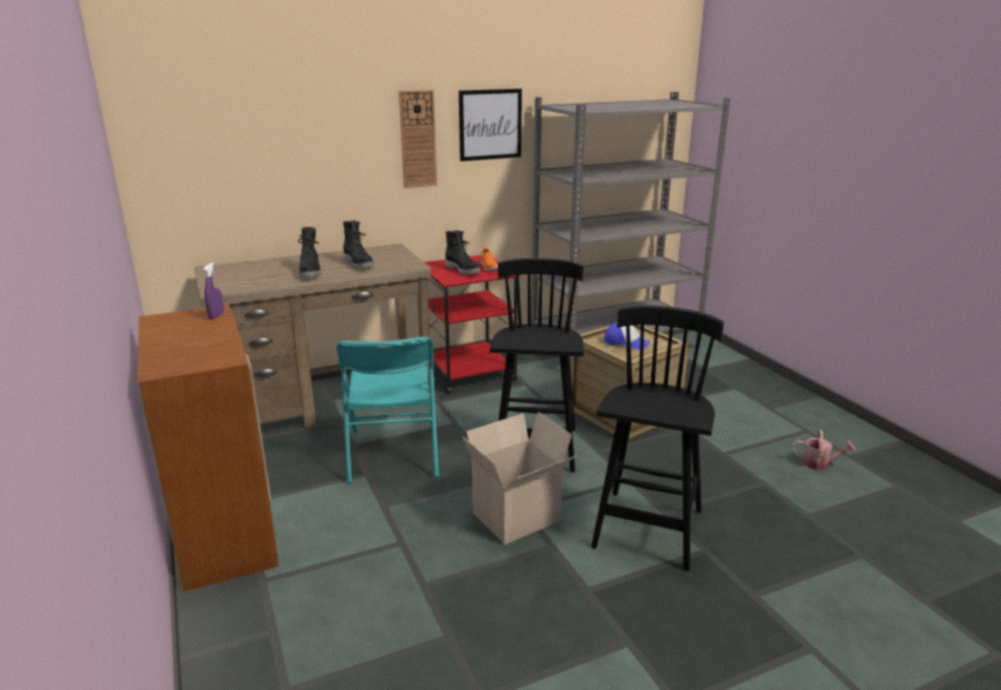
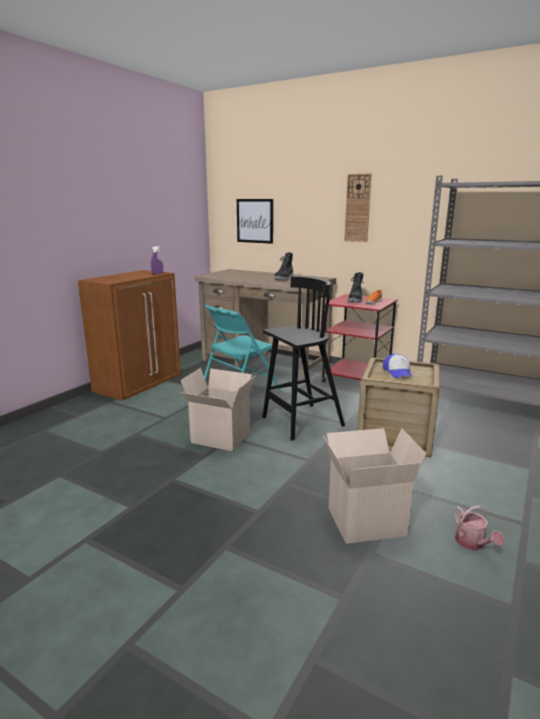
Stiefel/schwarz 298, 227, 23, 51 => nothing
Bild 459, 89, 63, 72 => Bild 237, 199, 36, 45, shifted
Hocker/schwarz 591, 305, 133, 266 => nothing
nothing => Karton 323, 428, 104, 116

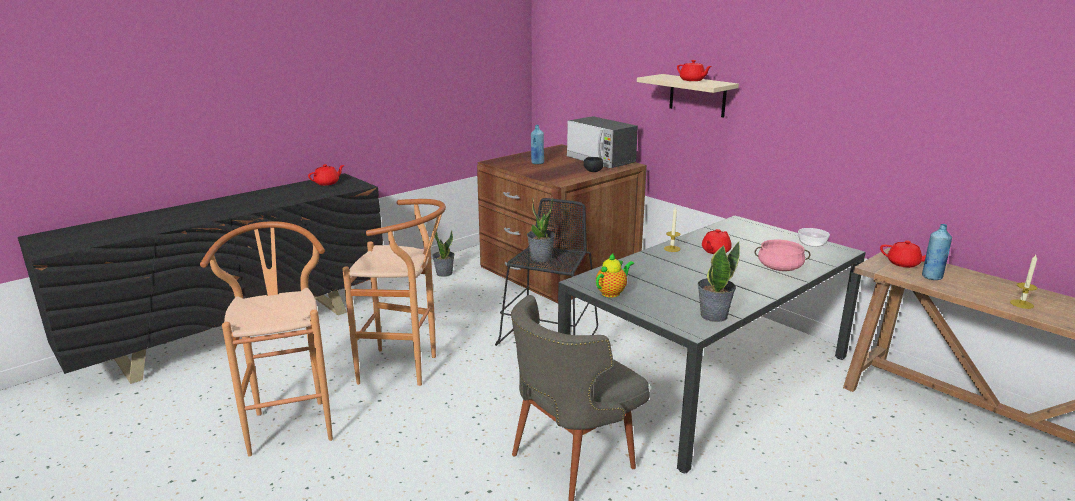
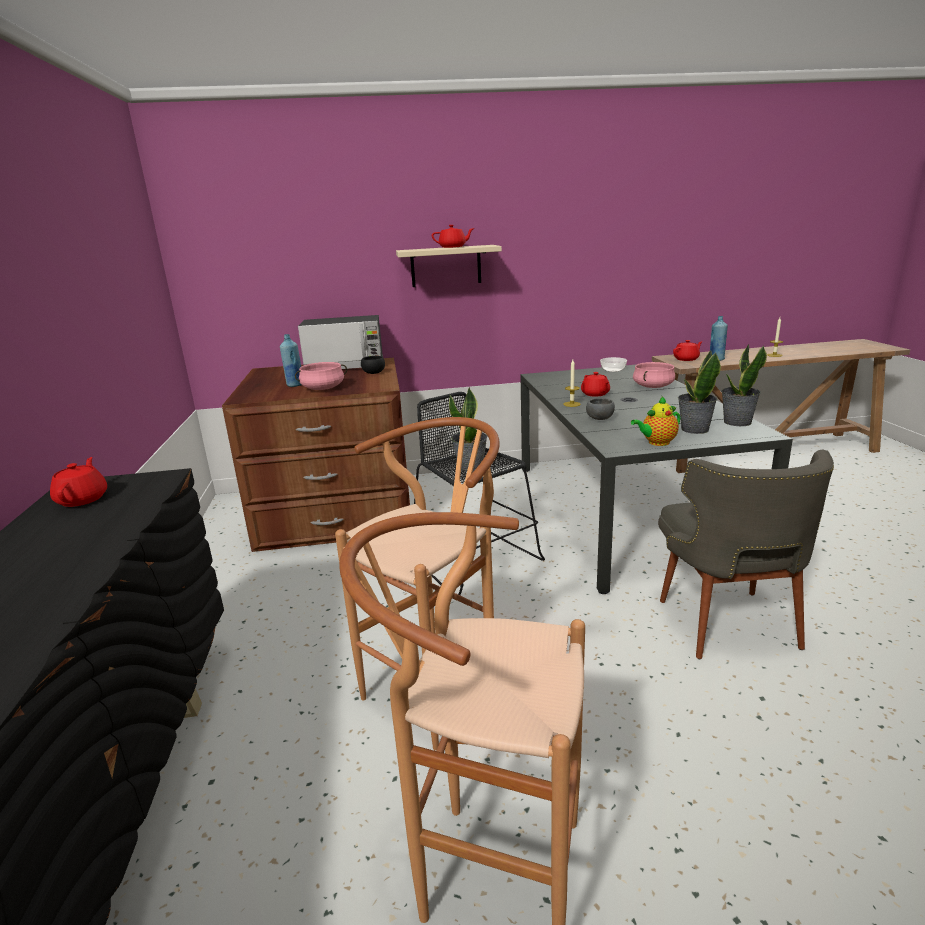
Topfpflanze 432, 231, 23, 46 => Topfpflanze 678, 350, 43, 84, shifted
Teekanne 596, 254, 38, 44 => Teekanne 631, 397, 49, 49, 105 degrees counterclockwise
nothing => Kochtopf/rosa 295, 362, 52, 28
nothing => Schüssel/grau 586, 398, 29, 22

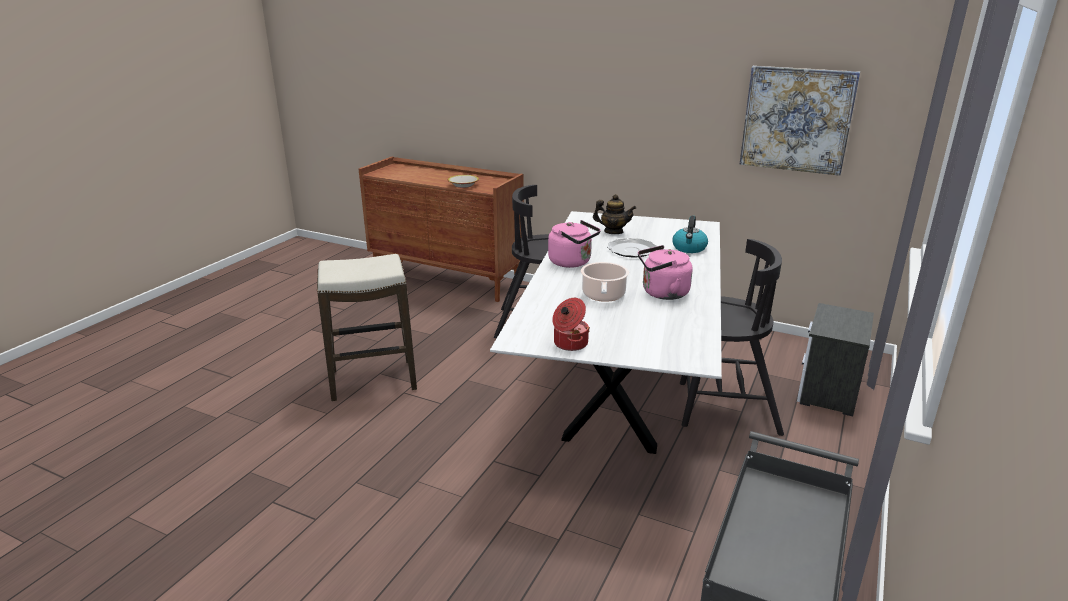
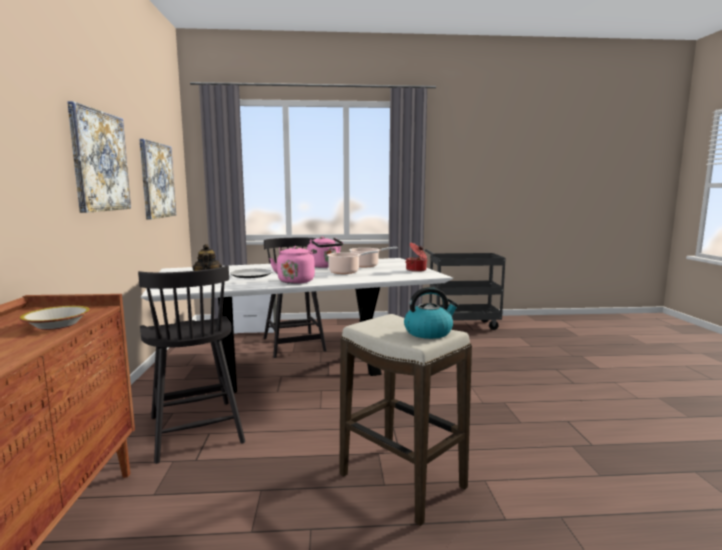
Wasserkessel 672, 216, 36, 37 => Wasserkessel 404, 287, 55, 52, shifted
nothing => Bild 67, 101, 64, 112
nothing => Kochtopf 349, 247, 49, 20

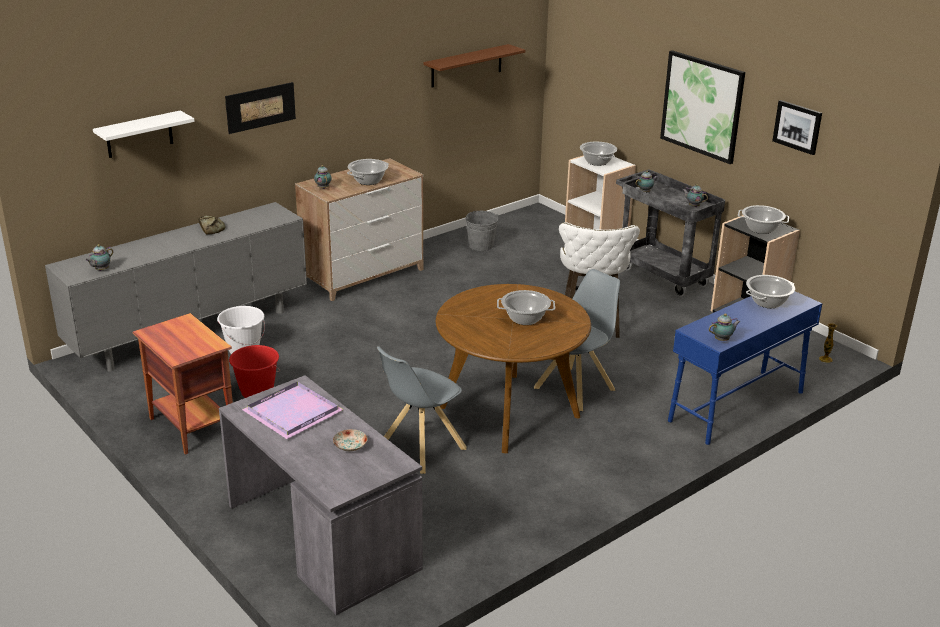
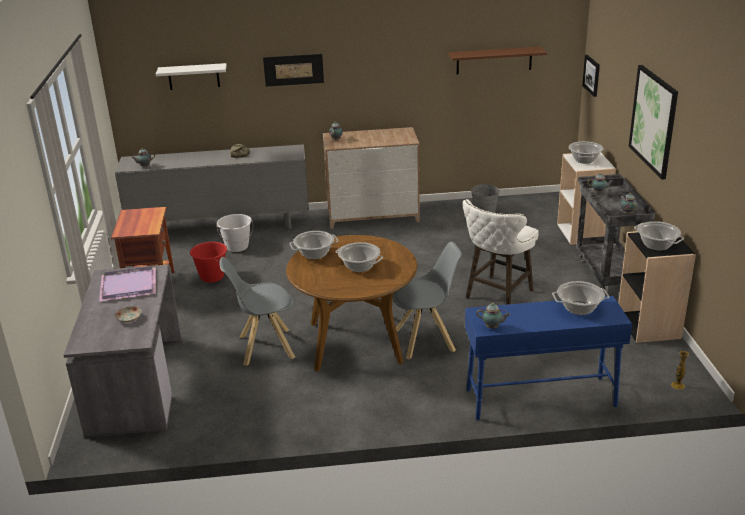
Kochtopf 347, 159, 42, 26 => Kochtopf 289, 231, 49, 29, shifted
Bild 772, 100, 50, 55 => Bild 582, 55, 18, 42, shifted

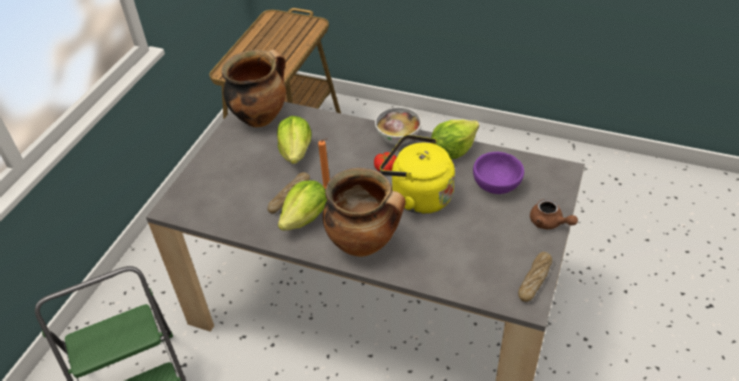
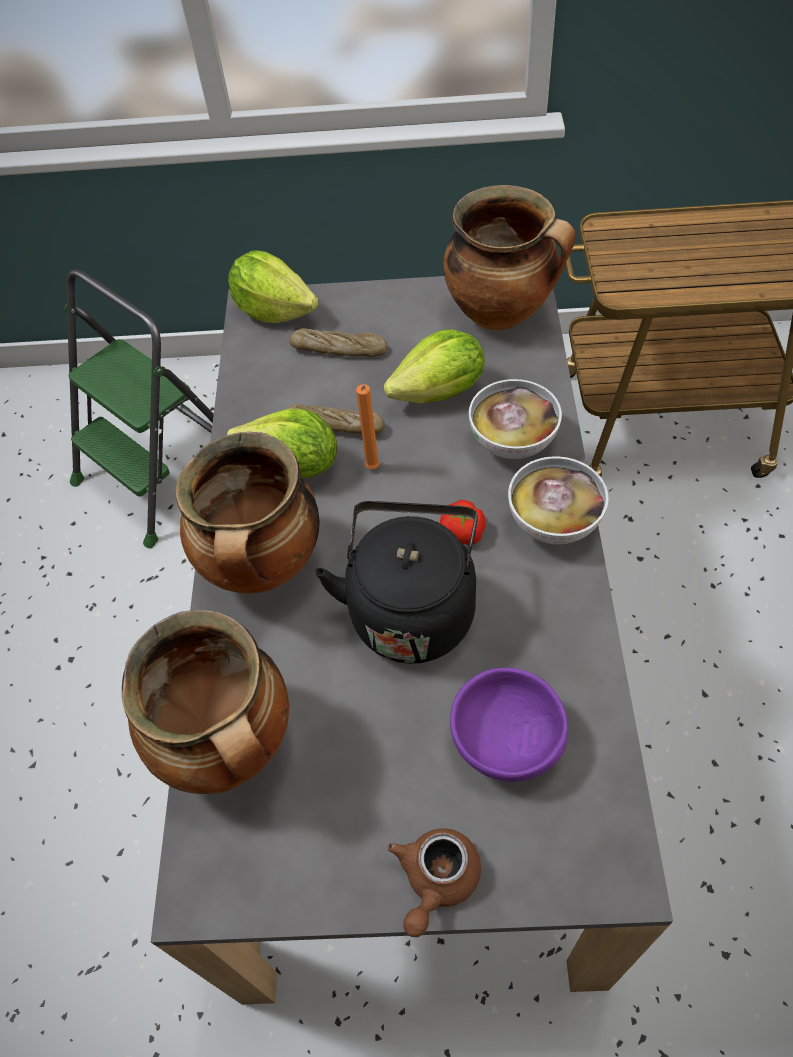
Wasserkessel/gelb 380, 135, 75, 79 => Wasserkessel/schwarz 315, 501, 163, 163
Salatkopf 431, 119, 48, 40 => Salatkopf 228, 251, 91, 72, shifted
Brot 518, 252, 34, 50 => Brot 289, 328, 98, 29, shifted
nothing => Kochtopf 122, 610, 167, 184
nothing => Schüssel 469, 379, 93, 80

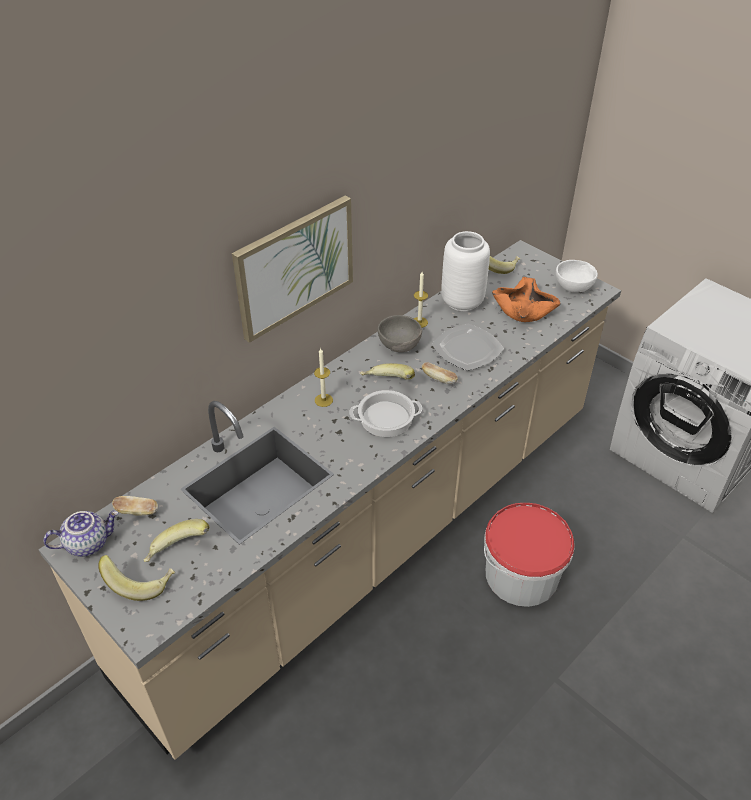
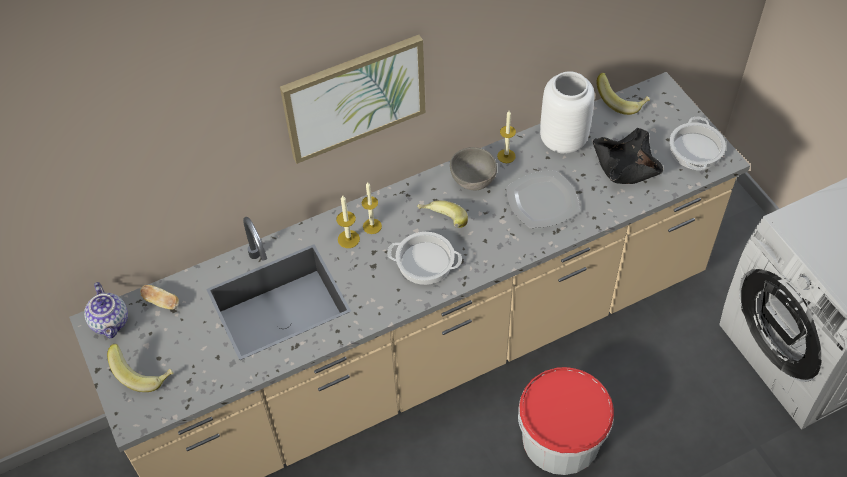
Teekanne 43, 511, 76, 46 => Teekanne 84, 282, 44, 56, 75 degrees clockwise
Banane 143, 519, 66, 43 => nothing
Brot 422, 362, 36, 22 => nothing
Schüssel/orange 492, 277, 69, 45 => Schüssel/schwarz 593, 128, 70, 56
Schüssel/weiß 556, 260, 42, 33 => Kochtopf 670, 117, 56, 53
nothing => Kerze 336, 196, 24, 52

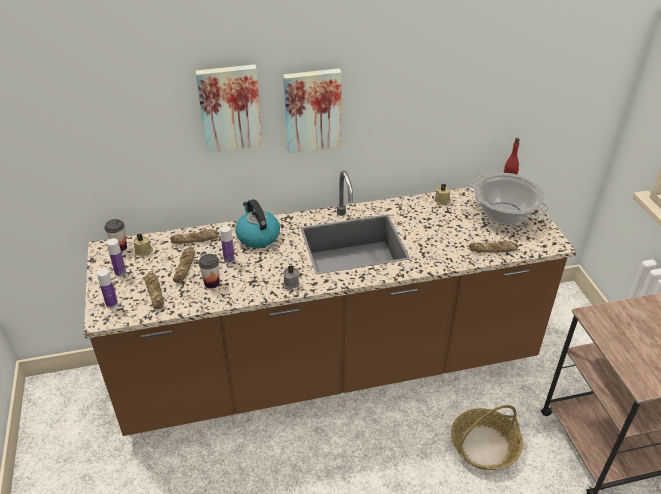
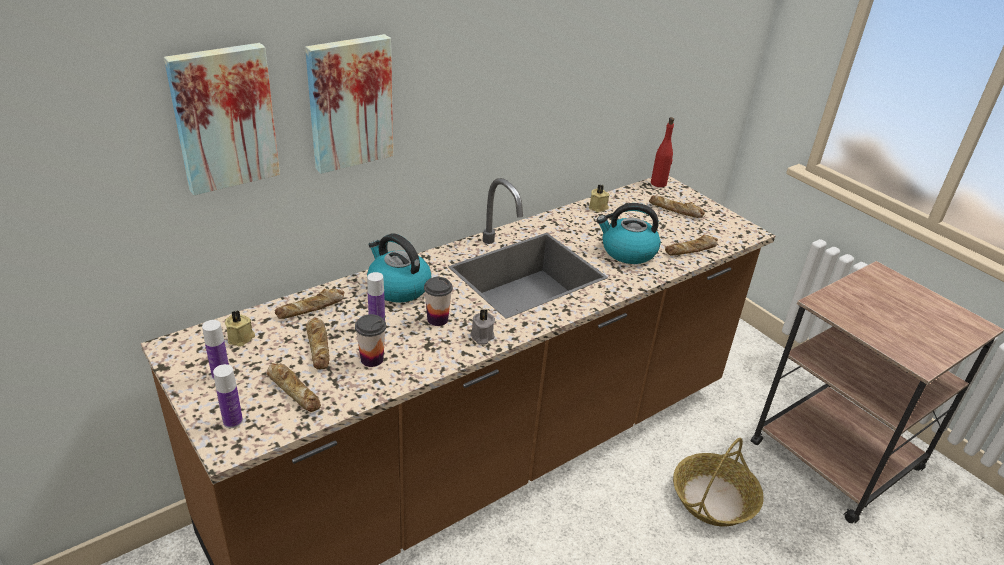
Tasse 104, 219, 23, 33 => Tasse 424, 277, 29, 49, shifted
Bild 283, 69, 59, 85 => Bild 164, 43, 116, 152, shifted
Kochtopf 469, 173, 80, 52 => Brot 649, 195, 56, 23
nothing => Wasserkessel 597, 203, 64, 61

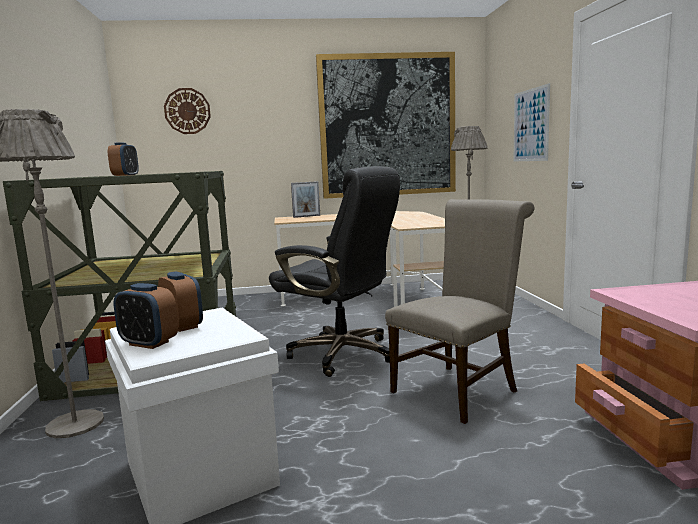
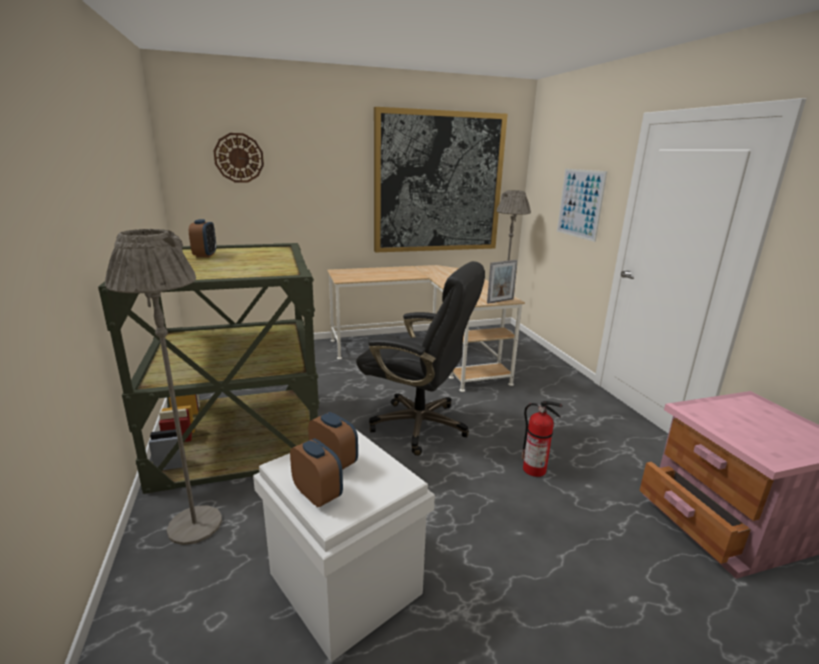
Wecker 113, 283, 65, 66 => Wecker 290, 438, 53, 69, 150 degrees counterclockwise
Bilderrahmen 291, 181, 29, 37 => Bilderrahmen 487, 260, 31, 44, shifted
Stuhl/beige 385, 199, 150, 225 => Feuerlöscher 521, 401, 42, 76

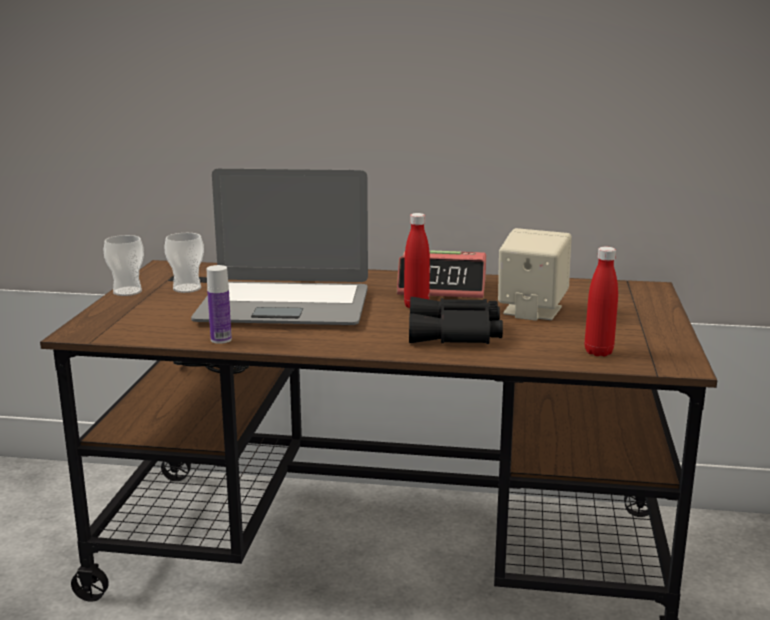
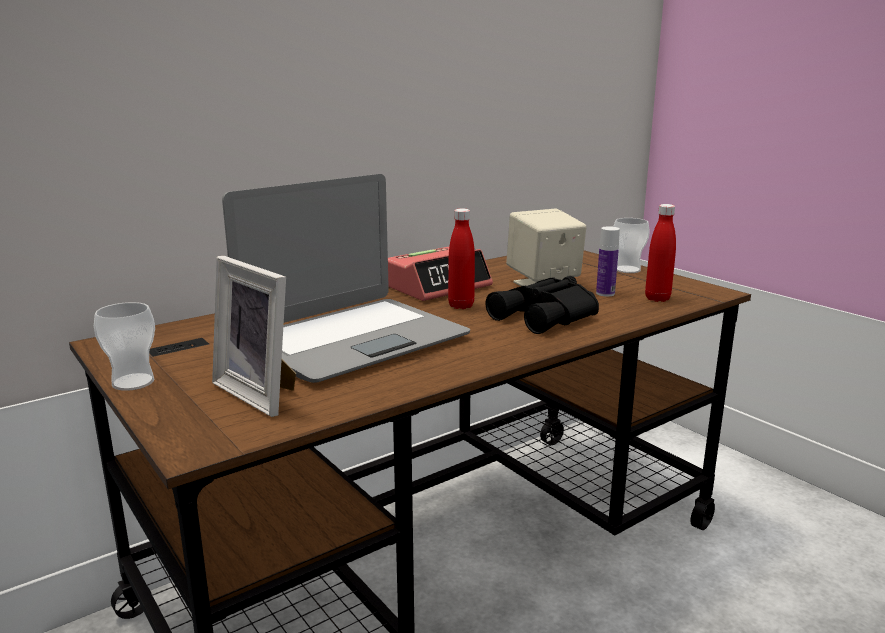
Tasse 164, 233, 40, 60 => Tasse 613, 218, 37, 55, shifted
Flasche 207, 265, 25, 79 => Flasche 596, 226, 24, 71, shifted
nothing => Bilderrahmen 212, 256, 84, 161

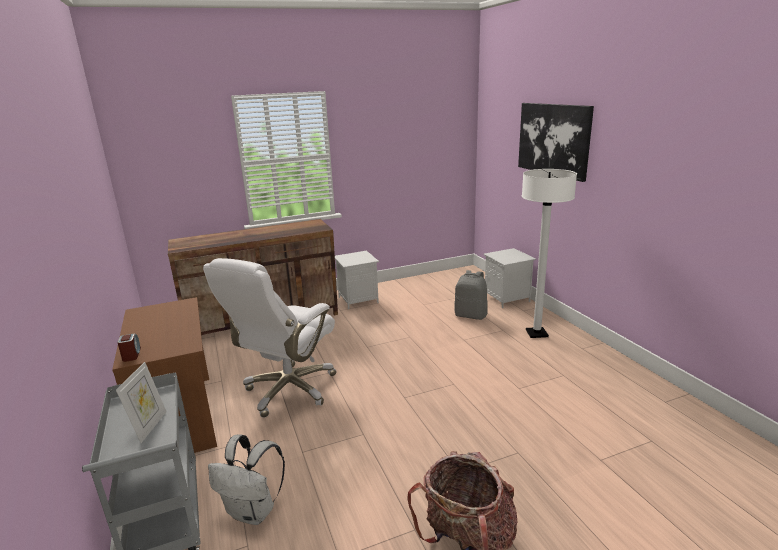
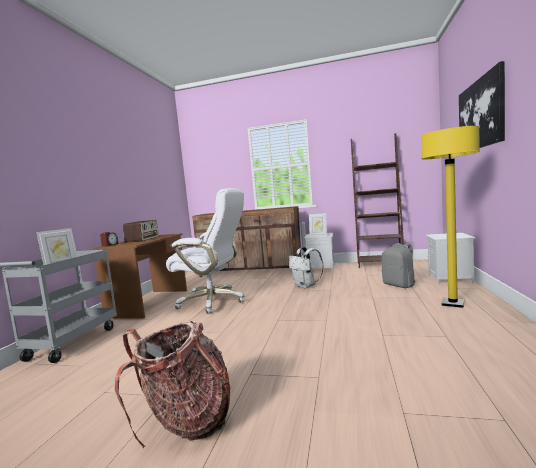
Bürostuhl/weiß 203, 258, 134, 160 => Bürostuhl/weiß 166, 188, 79, 126, 135 degrees counterclockwise
Rucksack/weiß 208, 434, 77, 91 => Rucksack/weiß 289, 247, 35, 41, shifted
Stehlampe/weiß 522, 169, 55, 169 => Stehlampe/gelb 421, 126, 59, 182
nothing => Radio 123, 220, 36, 23
nothing => Bilderrahmen 309, 213, 18, 23
nothing => Bücherregal/braun 351, 133, 53, 135

